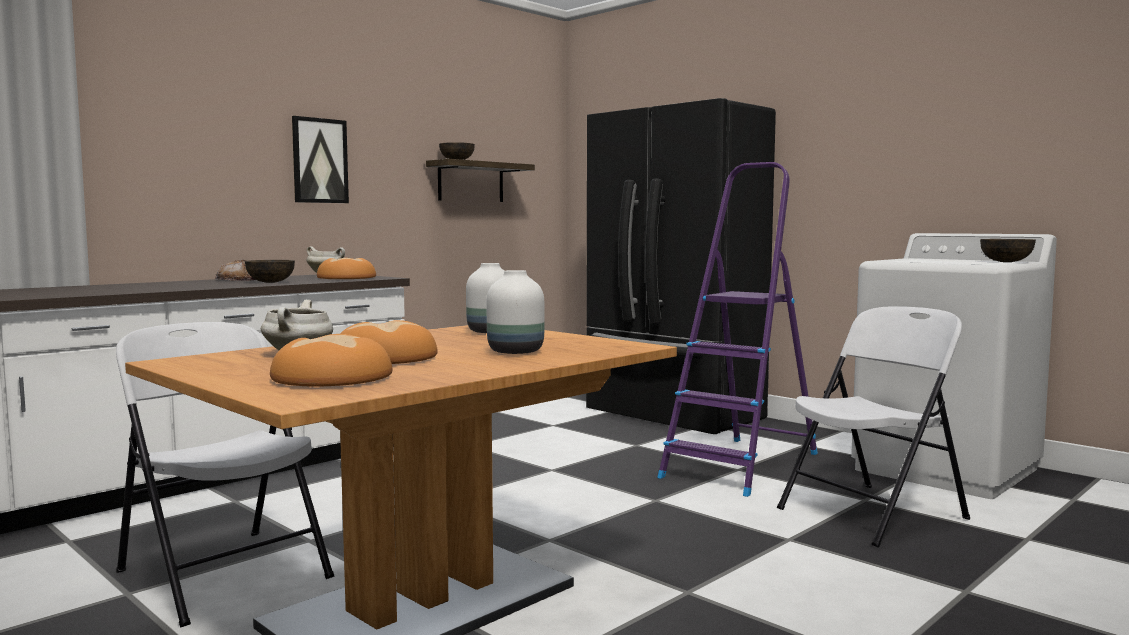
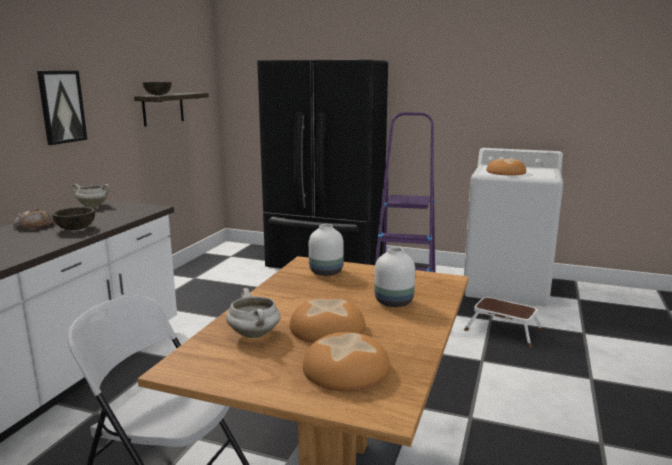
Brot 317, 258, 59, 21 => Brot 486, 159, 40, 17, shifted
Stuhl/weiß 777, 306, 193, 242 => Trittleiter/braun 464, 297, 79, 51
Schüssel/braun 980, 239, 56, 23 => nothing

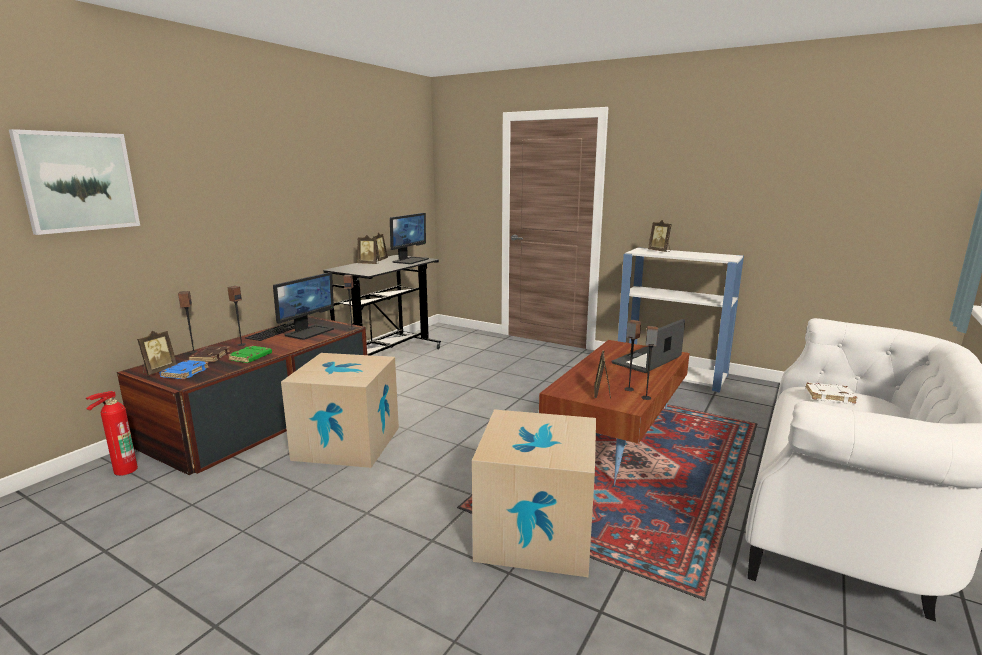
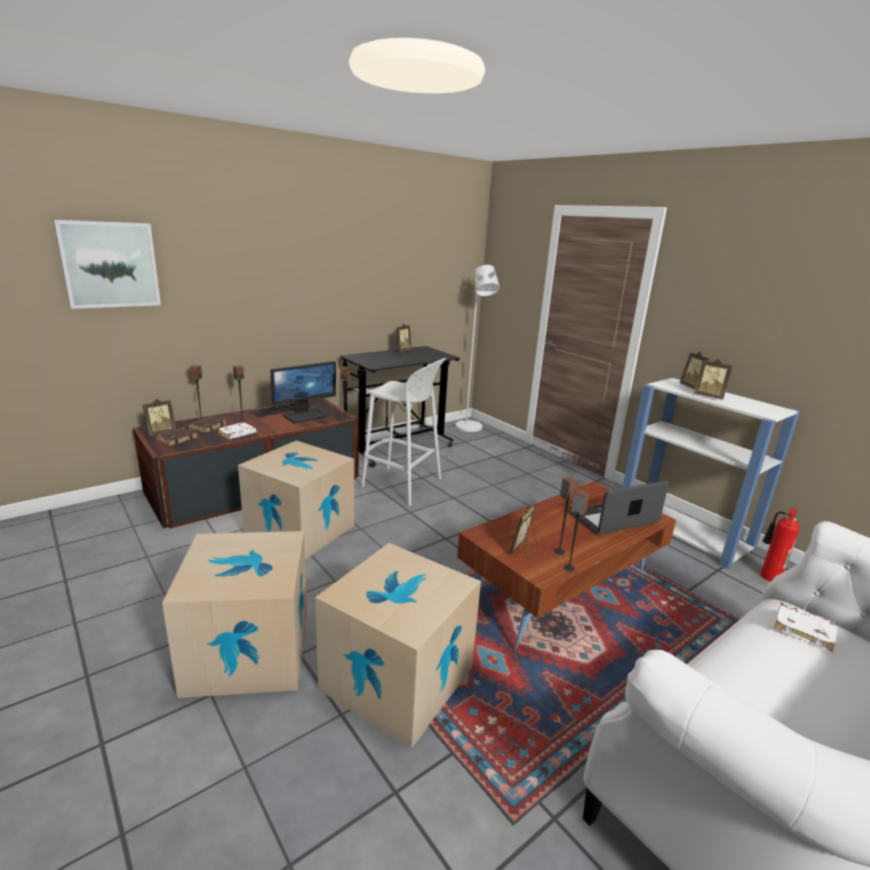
Feuerlöscher 86, 391, 52, 85 => Feuerlöscher 761, 508, 39, 74, shifted
Buch/blau 160, 360, 49, 19 => Buch/braun 156, 428, 42, 18
Buch/grün 228, 346, 44, 17 => Buch/weiß 218, 422, 39, 17
Bilderrahmen 357, 235, 22, 29 => Bilderrahmen 693, 359, 40, 41, shifted
Monitor 390, 213, 39, 51 => nothing
nothing => Karton 162, 531, 145, 167
nothing => Hocker/weiß 361, 358, 85, 148
nothing => Stehlampe/weiß 455, 265, 45, 167

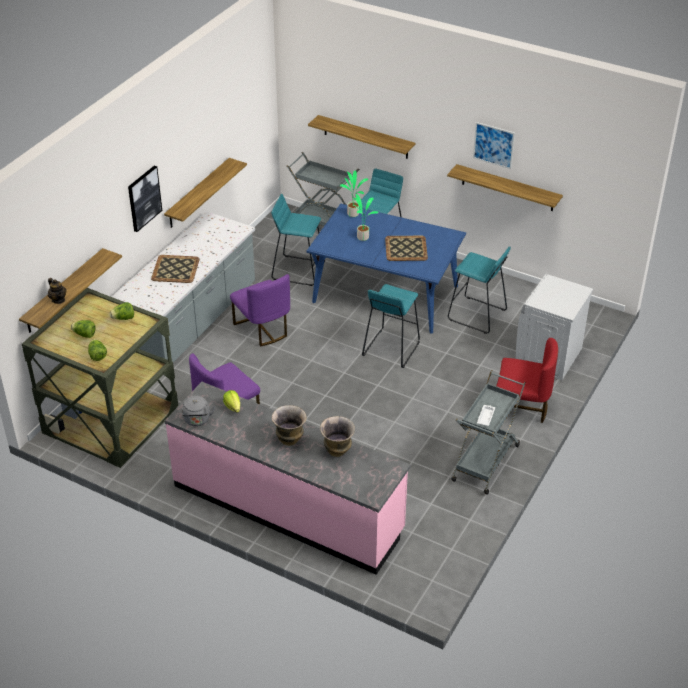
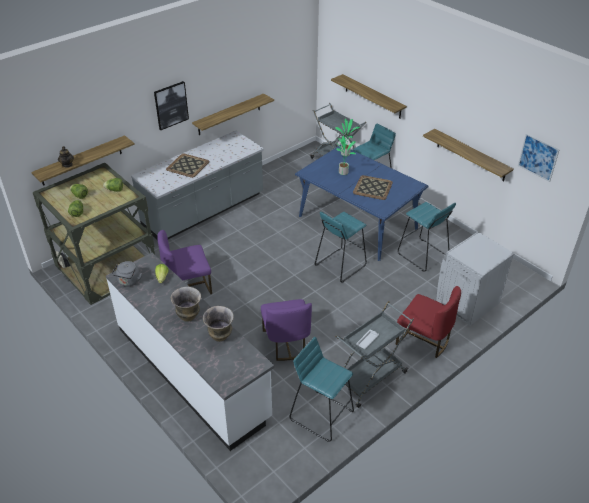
Küchenzeile/rosa 165, 382, 246, 193 => Küchenzeile/weiß 106, 253, 168, 198
Stuhl/lila 230, 274, 60, 73 => Stuhl/lila 261, 299, 51, 62, shifted
Hocker/türkis 271, 194, 54, 92 => Hocker/türkis 289, 337, 65, 105, shifted
Bild 473, 122, 42, 47 => Bild 518, 133, 42, 49, shifted

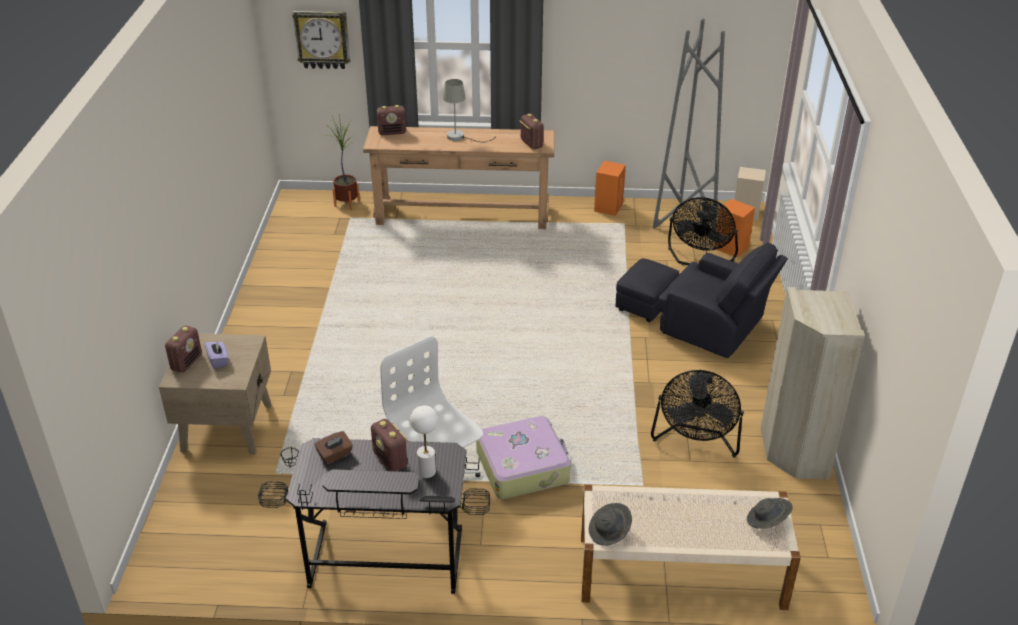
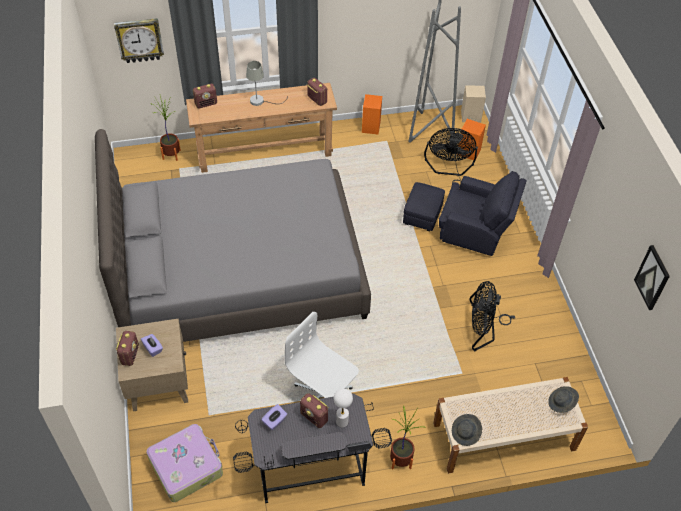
Taschentuchbox/braun 315, 431, 38, 33 => Taschentuchbox/lila 261, 404, 26, 26
Koffer 476, 416, 95, 83 => Koffer 146, 424, 77, 78, shifted
Ventilator/schwarz 651, 369, 93, 89 => Ventilator/schwarz 470, 281, 45, 71, 90 degrees clockwise
Schrank/beige 761, 287, 104, 193 => nothing
nothing => Bett/grau 95, 129, 276, 213
nothing => Topfpflanze 390, 407, 34, 63
nothing => Bild 634, 245, 36, 65

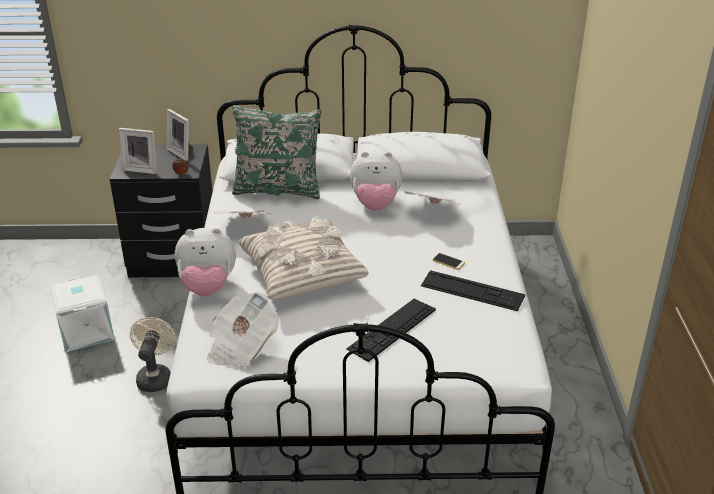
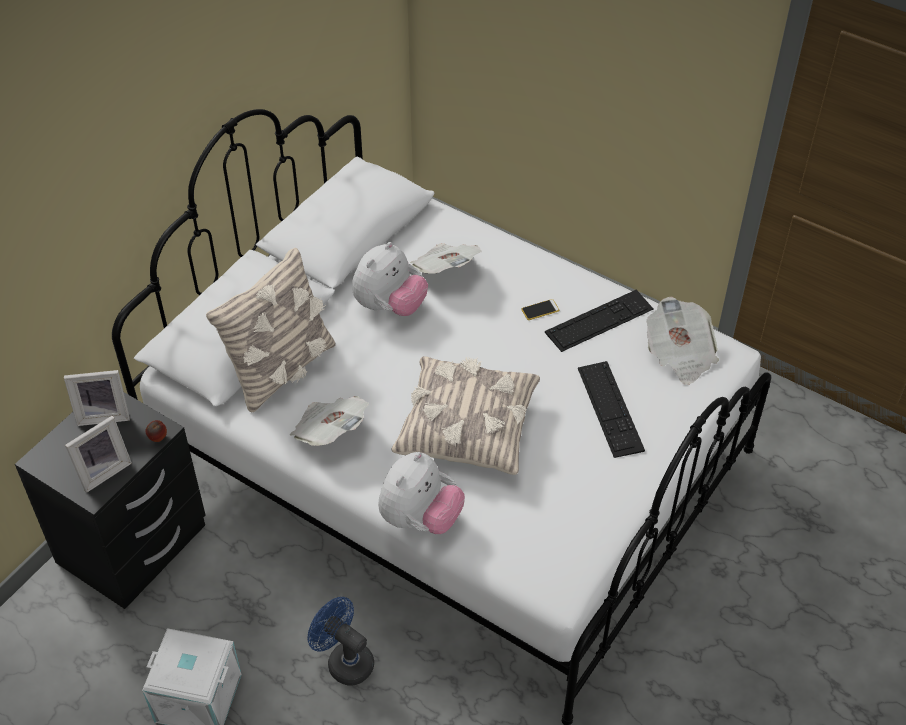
Ventilator/beige 130, 317, 46, 75 => Ventilator/blau 308, 597, 66, 89
Zeitung 207, 292, 72, 75 => Zeitung 646, 297, 73, 88, shifted
Kissen/grün 232, 105, 90, 94 => Kissen/beige 206, 248, 130, 164

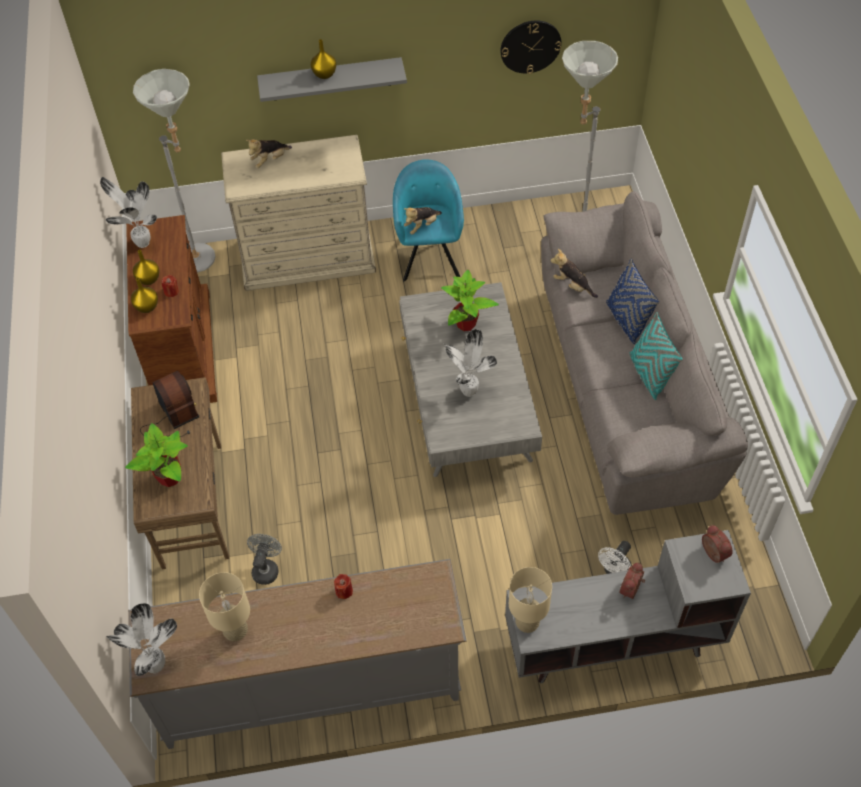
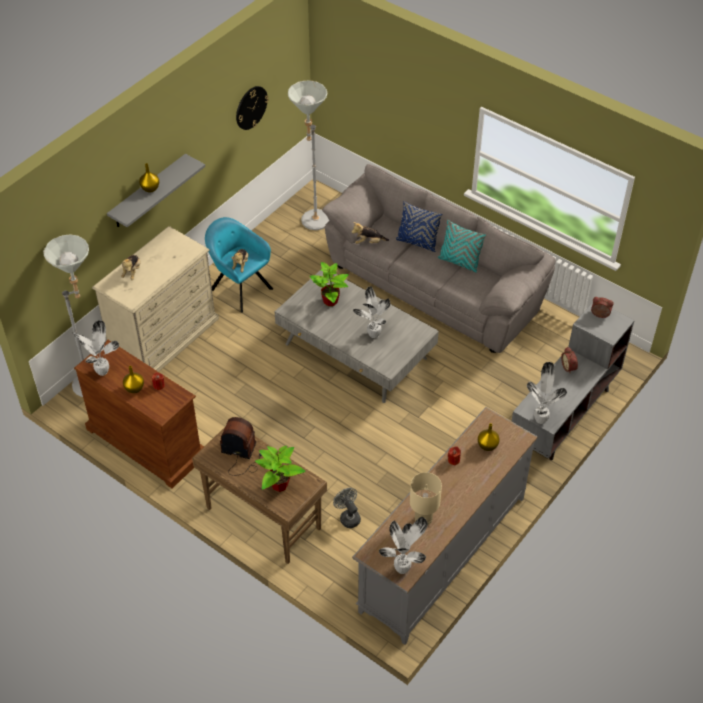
Vase/gelb 131, 277, 27, 36 => Vase/gelb 478, 423, 22, 28, shifted
Tischlampe/beige 509, 567, 43, 66 => Topfpflanze 527, 362, 40, 62
Ventilator/weiß 598, 541, 34, 33 => nothing

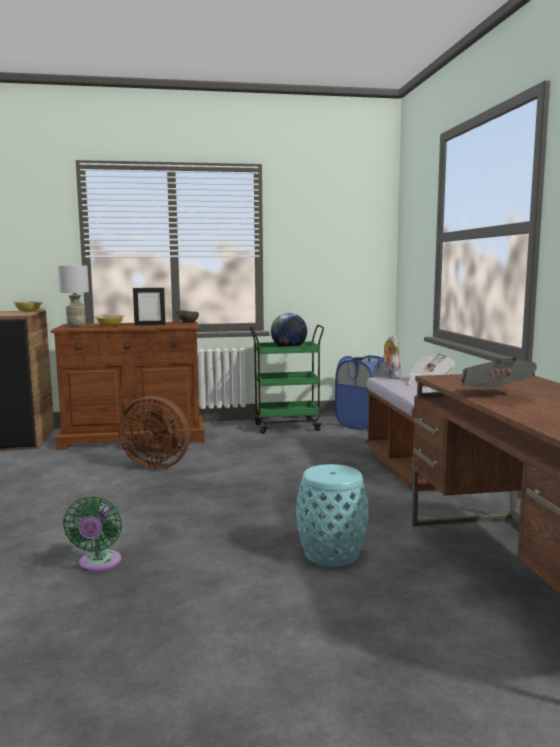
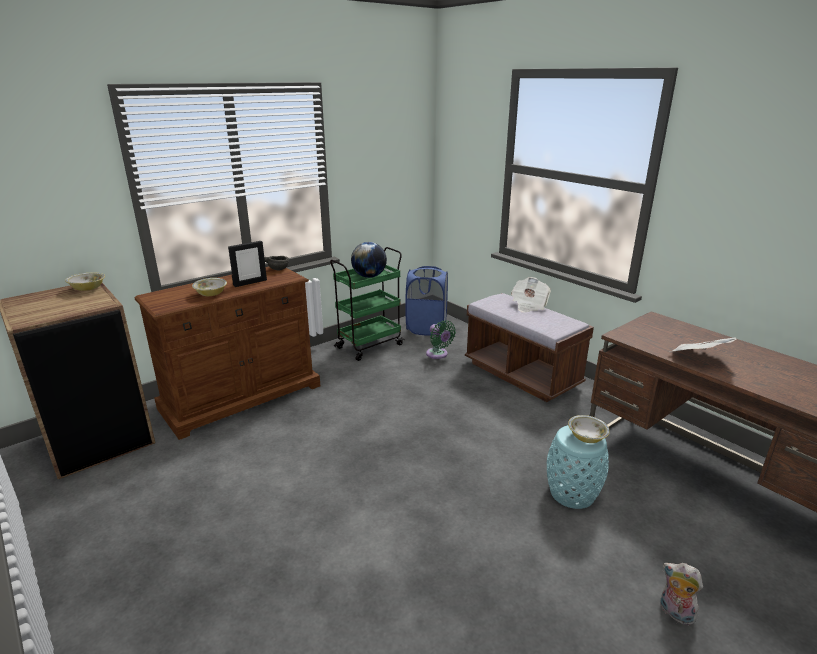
Tischlampe/grau 58, 266, 31, 61 => nothing
Ventilator/grün 63, 496, 59, 76 => Ventilator/grün 426, 320, 30, 39, shifted
Ventilator/braun 119, 396, 71, 73 => nothing
Plüschtier 382, 335, 19, 44 => Plüschtier 660, 563, 43, 62, shifted
nothing => Schüssel 568, 415, 42, 28

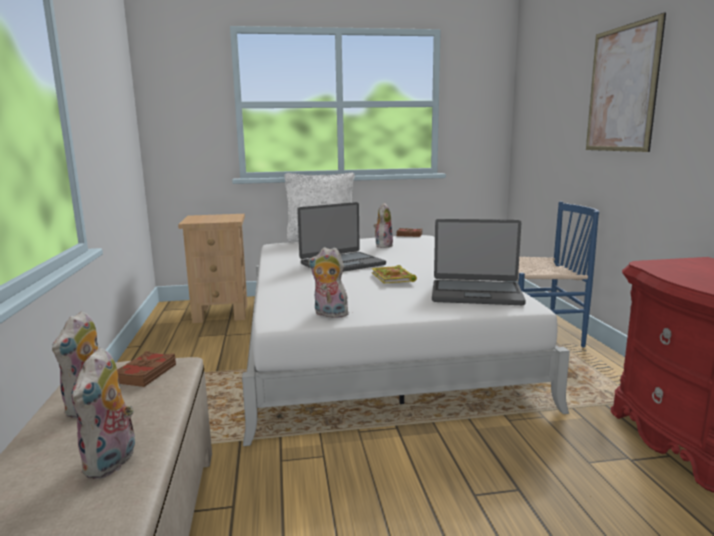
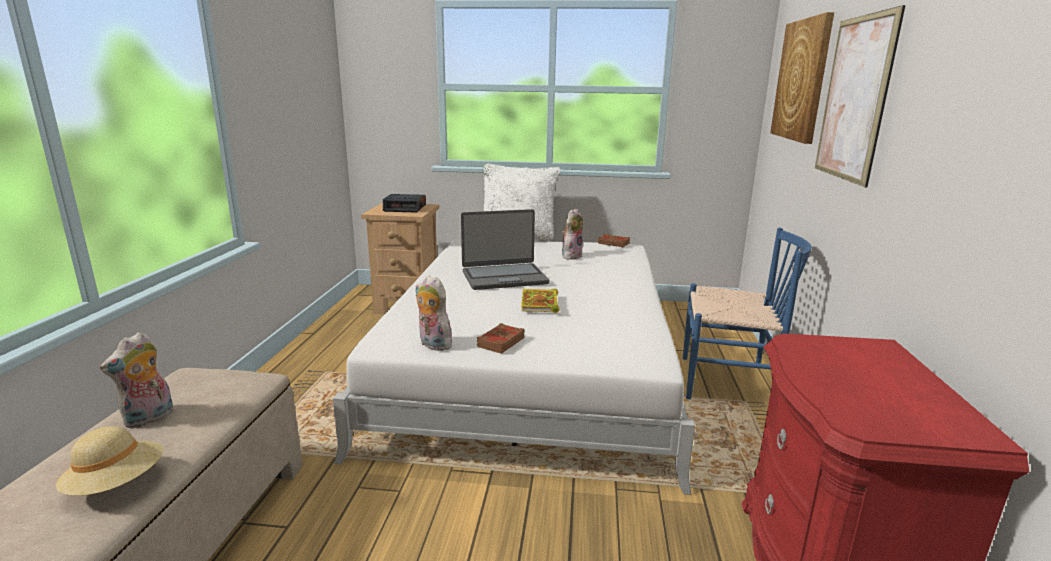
Plüschtier 71, 347, 66, 132 => Hut/beige 56, 426, 107, 70
Buch/braun 117, 351, 59, 36 => Buch/braun 477, 323, 48, 31, shifted
Laptop 432, 219, 94, 86 => nothing
nothing => Wecker 383, 194, 43, 19
nothing => Bild 770, 12, 64, 132

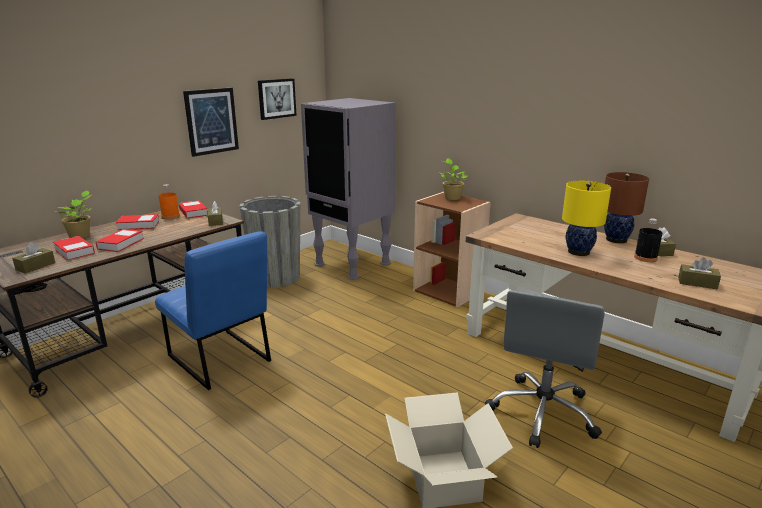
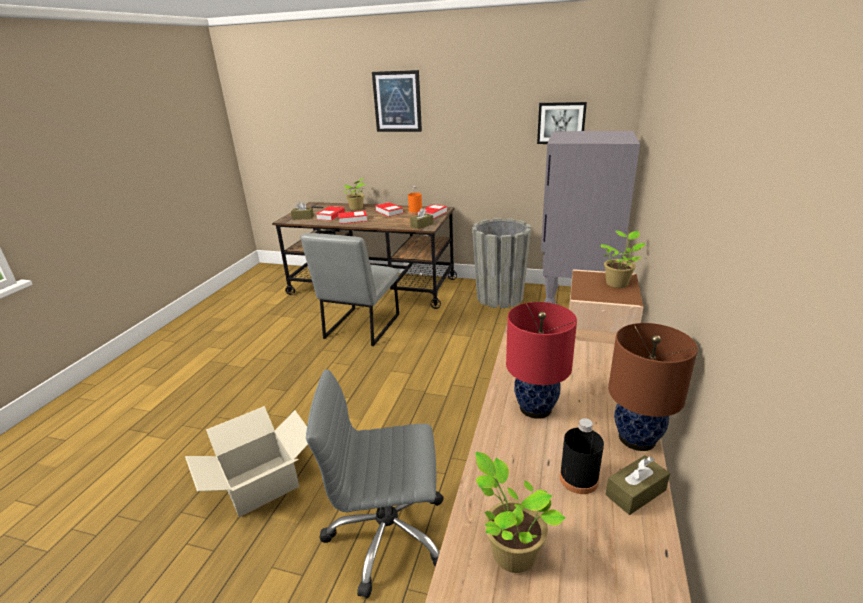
Stuhl/blau 155, 231, 116, 159 => Stuhl/grau 301, 233, 98, 113
Bild 183, 88, 56, 69 => Bild 372, 70, 50, 62, shifted
Tischlampe/gelb 562, 181, 49, 75 => Tischlampe/rot 506, 302, 71, 117
Taschentuchbox/braun 678, 257, 43, 32 => Topfpflanze 475, 452, 90, 121

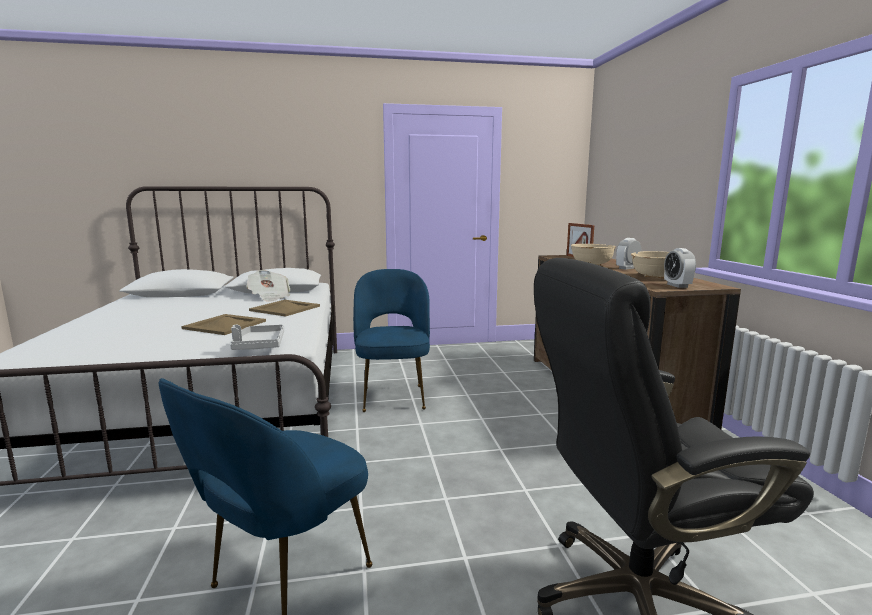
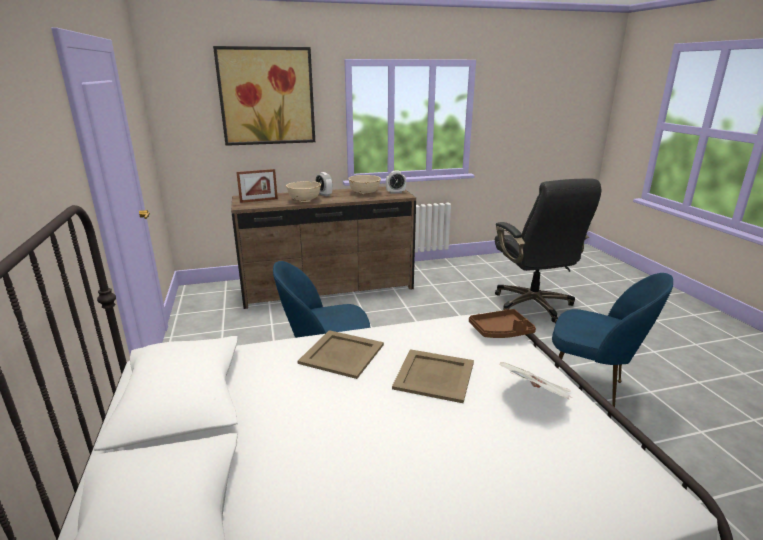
Tablett/grau 230, 325, 54, 25 => Tablett/braun 469, 309, 67, 29
Zeitung 246, 270, 44, 32 => Zeitung 500, 362, 72, 37, shifted
nothing => Bild 213, 46, 102, 100

